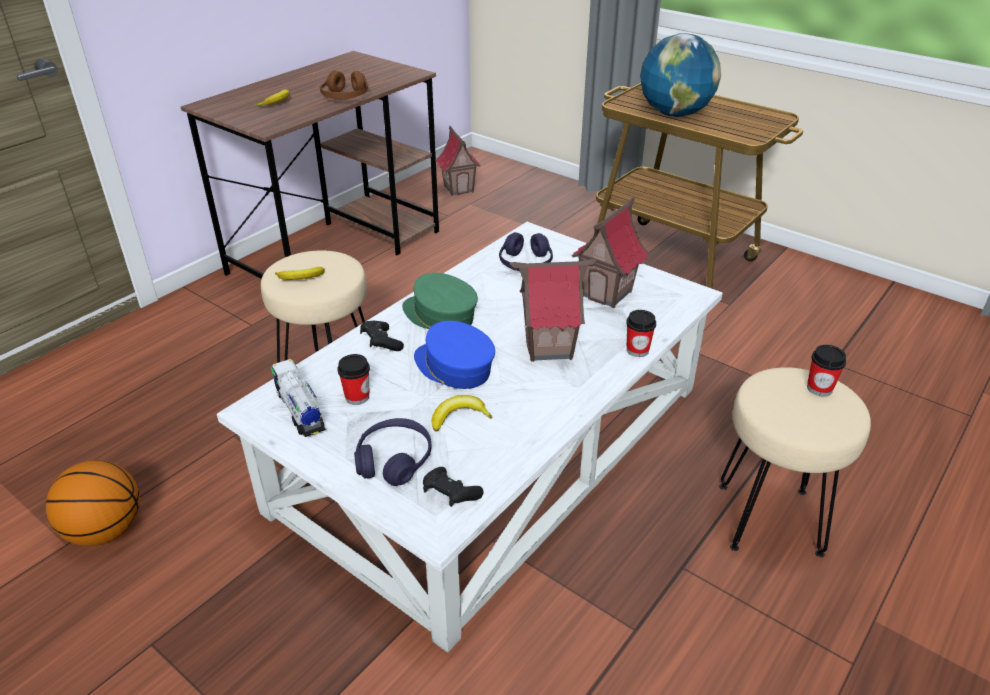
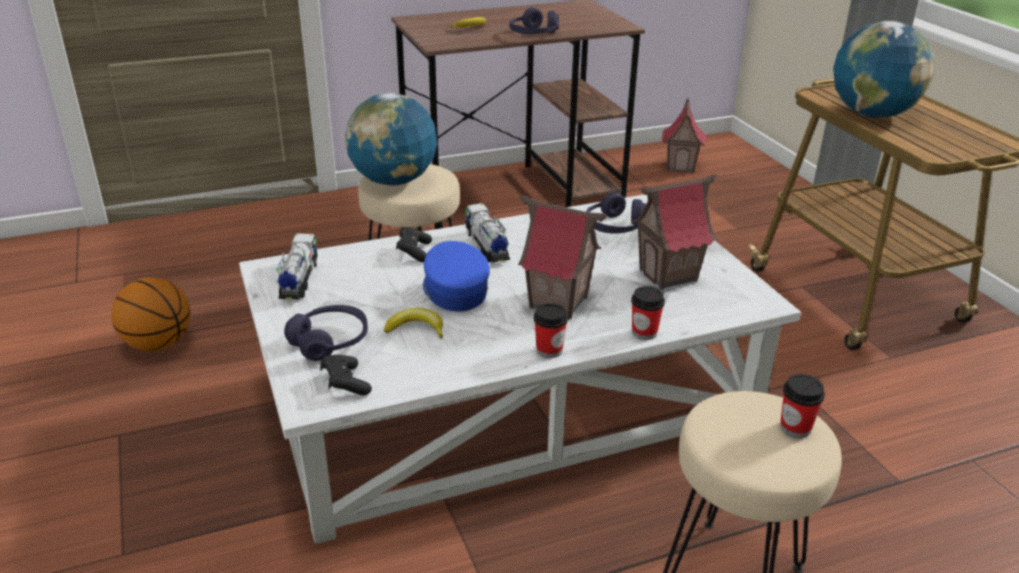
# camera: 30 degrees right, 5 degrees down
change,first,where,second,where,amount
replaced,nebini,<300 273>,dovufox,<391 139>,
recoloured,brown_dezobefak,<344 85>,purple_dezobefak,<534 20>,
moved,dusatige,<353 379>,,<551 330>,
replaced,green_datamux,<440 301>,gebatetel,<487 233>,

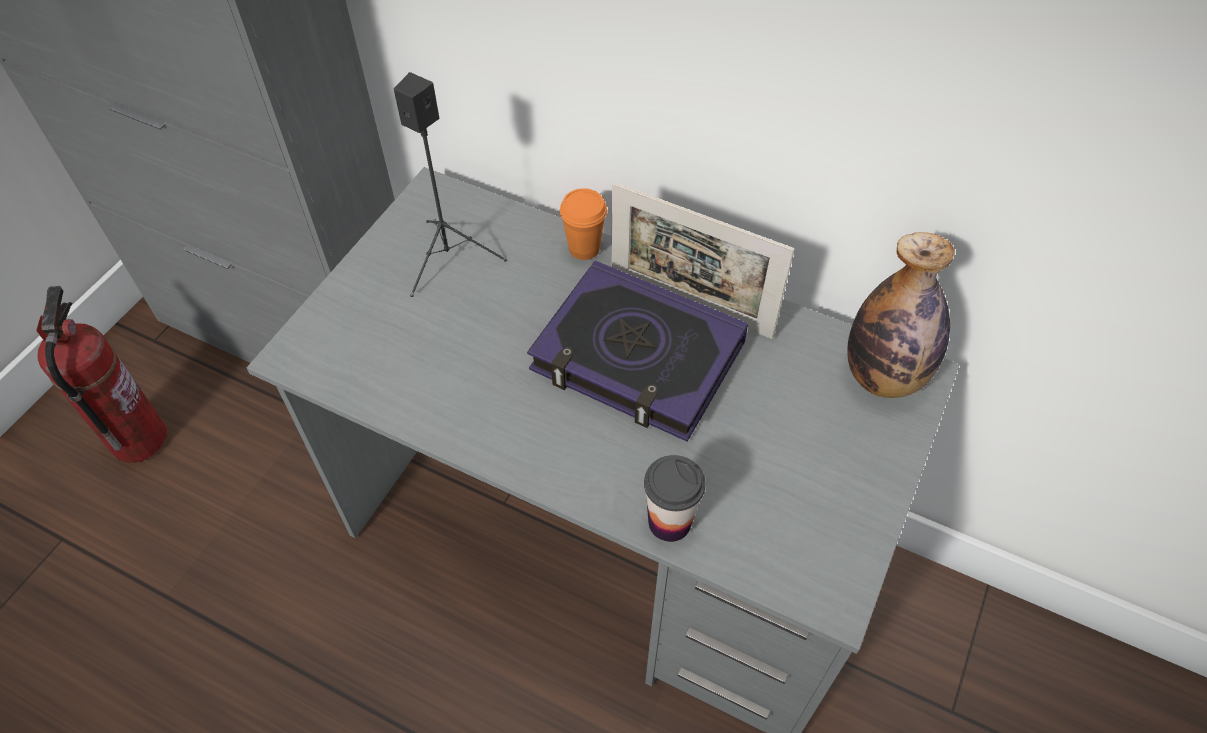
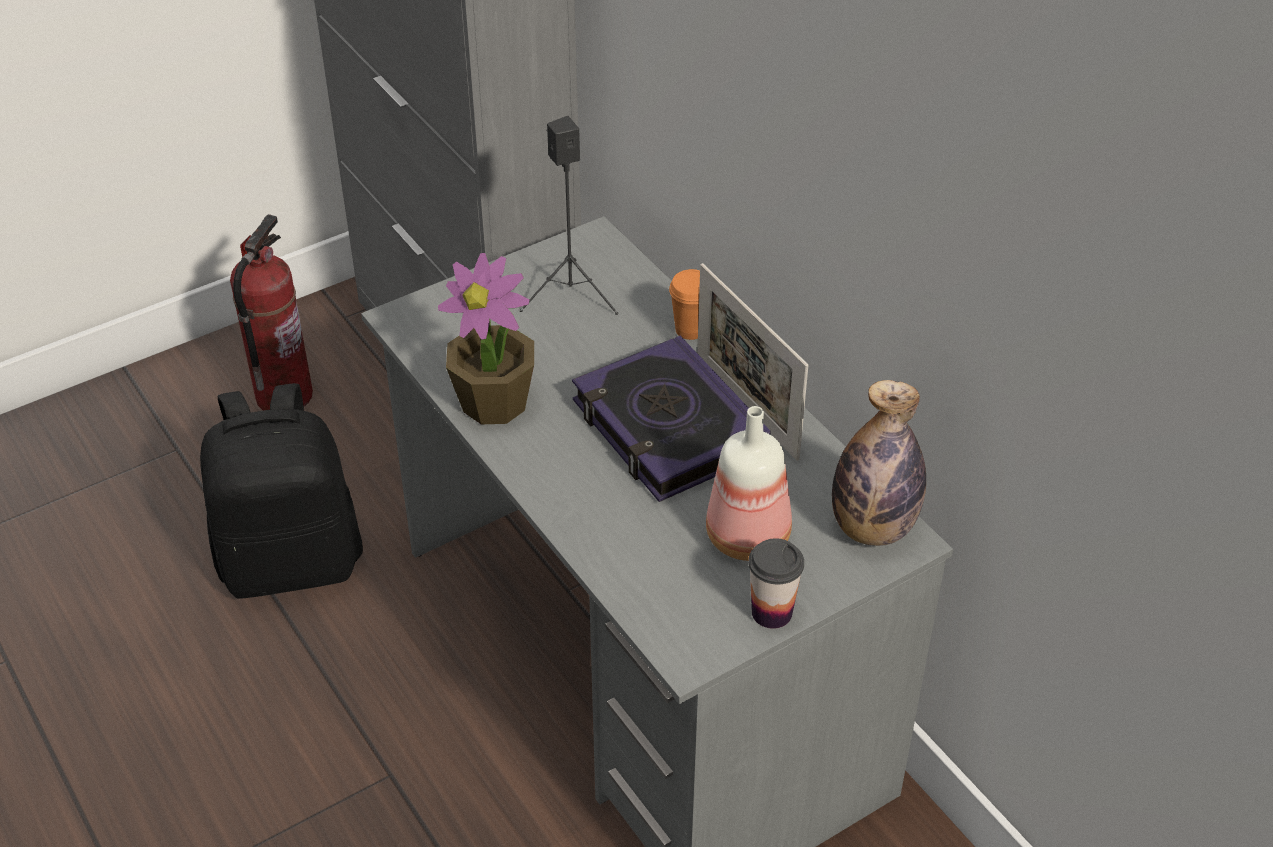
# camera: 30 degrees right, 10 degrees down
change,first,where,second,where,amount
moved,dusatige,<674 498>,,<776 583>,
added,,,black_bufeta,<281 490>,
added,,,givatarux,<486 338>,
added,,,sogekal,<749 483>,

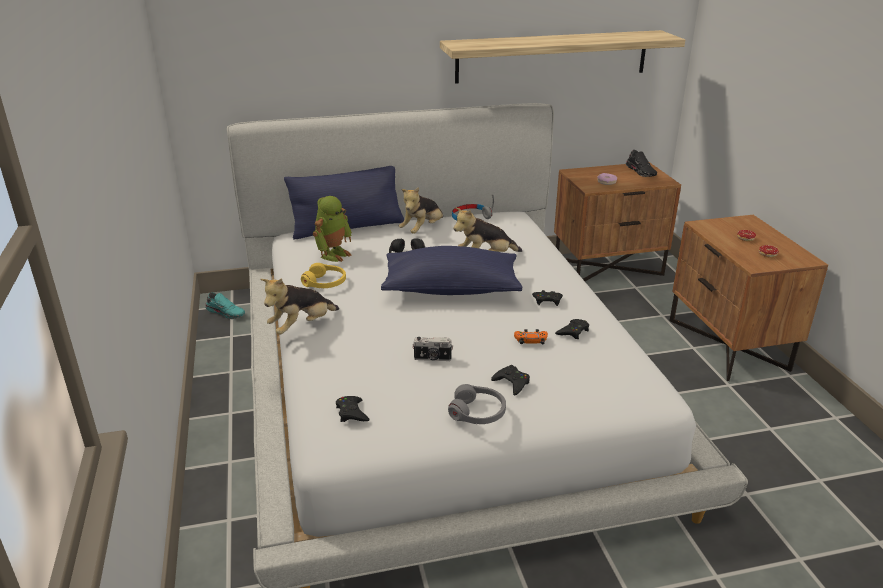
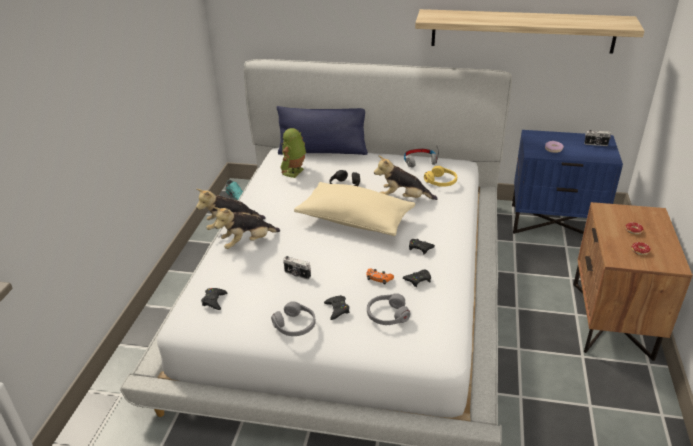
# camera: 25 degrees right, 5 degrees up
change,first,where,second,where,amount
moved,yellow_dezobefak,<323 275>,,<440 176>,
turned,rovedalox,<332 229>,,<293 153>,150 degrees clockwise
recoloured,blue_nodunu,<451 270>,beige_nodunu,<354 209>,
moved,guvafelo,<421 210>,,<246 228>,
recoloured,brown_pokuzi,<617 221>,blue_pokuzi,<567 182>,
replaced,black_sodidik,<641 163>,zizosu,<597 138>,
added,,,grey_dezobefak,<388 309>,

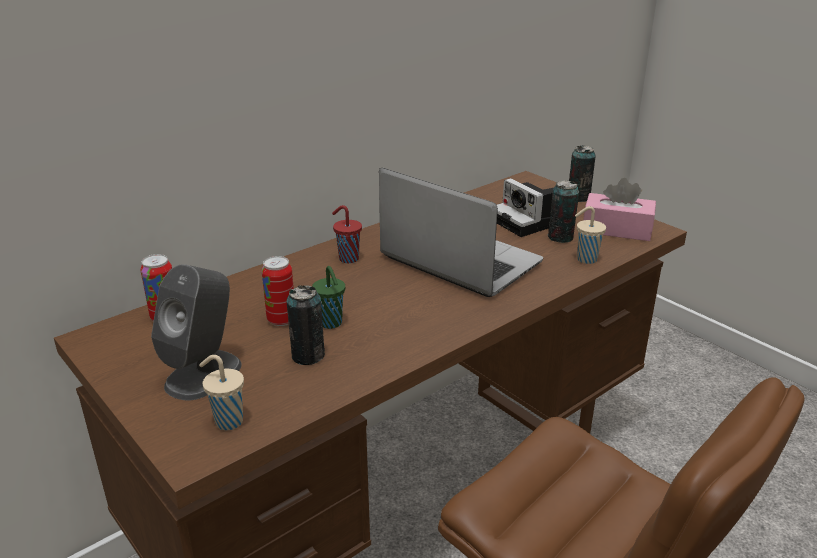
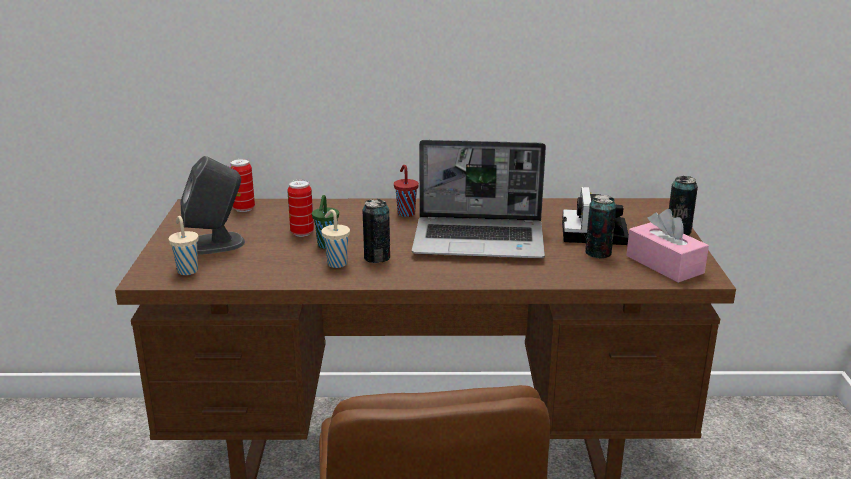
# camera: 40 degrees right, 5 degrees down
change,first,where,second,where,amount
moved,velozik,<306 325>,,<376 231>,
turned,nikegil,<461 232>,,<479 199>,105 degrees clockwise
moved,beige_dusatige,<590 235>,,<335 238>,

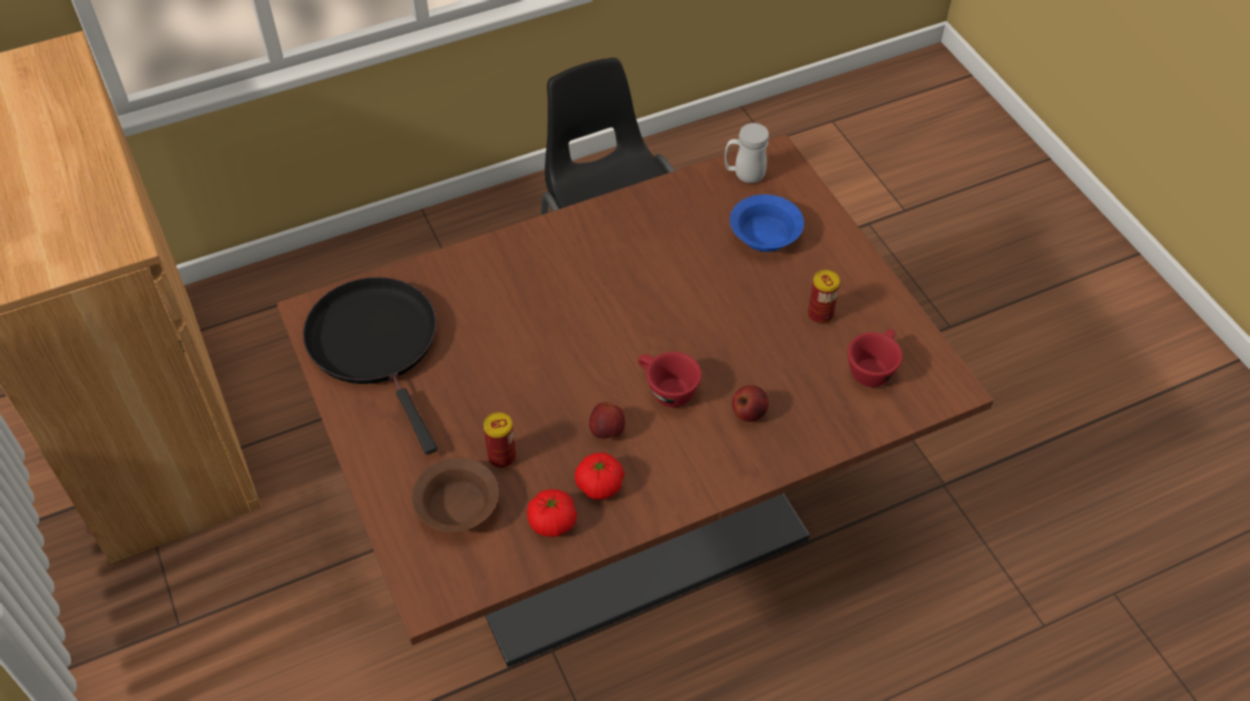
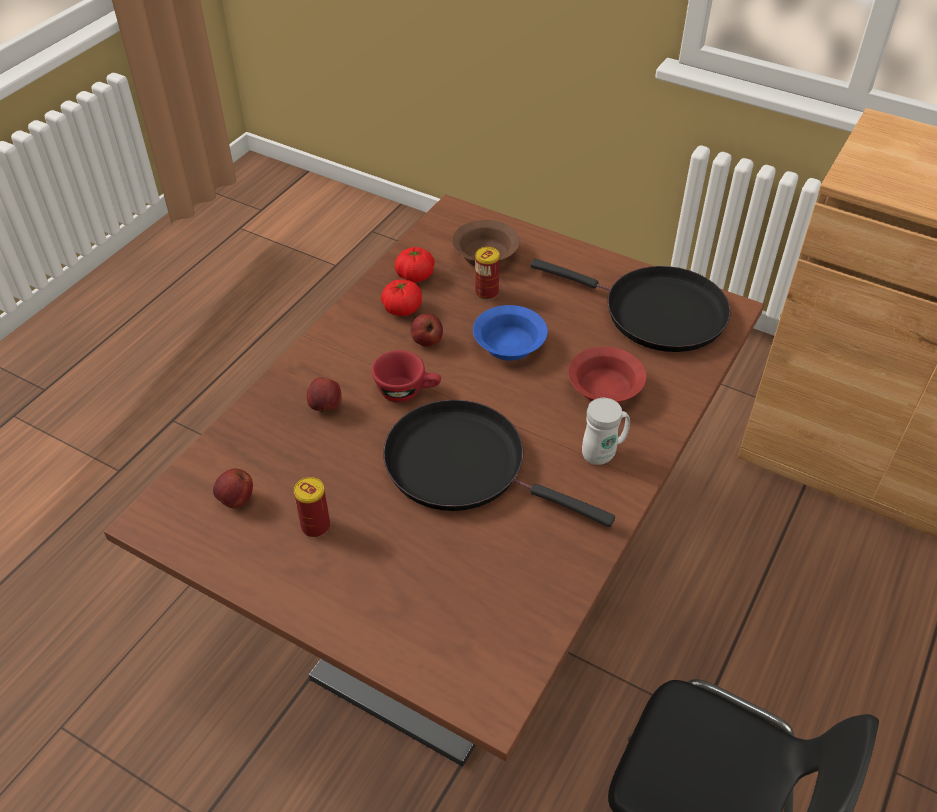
# camera: 145 degrees right, 5 degrees down
change,first,where,second,where,amount
moved,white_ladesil,<747 153>,,<606 431>,
moved,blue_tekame,<767 223>,,<510 333>,
replaced,red_dusatige,<875 358>,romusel,<233 488>,
added,,,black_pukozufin,<499 463>,
added,,,red_tekame,<607 375>,

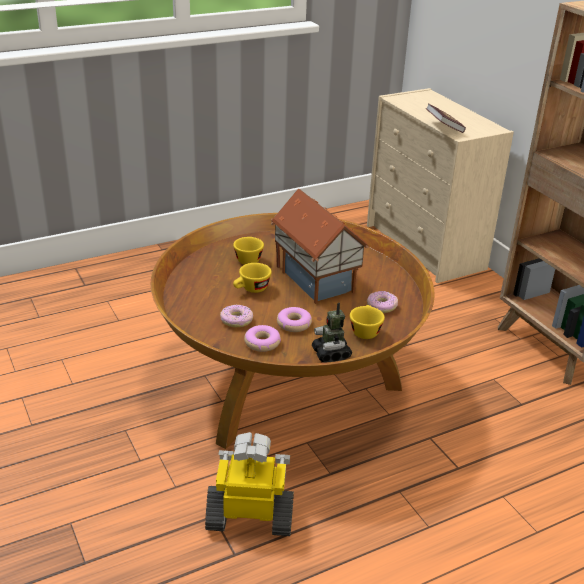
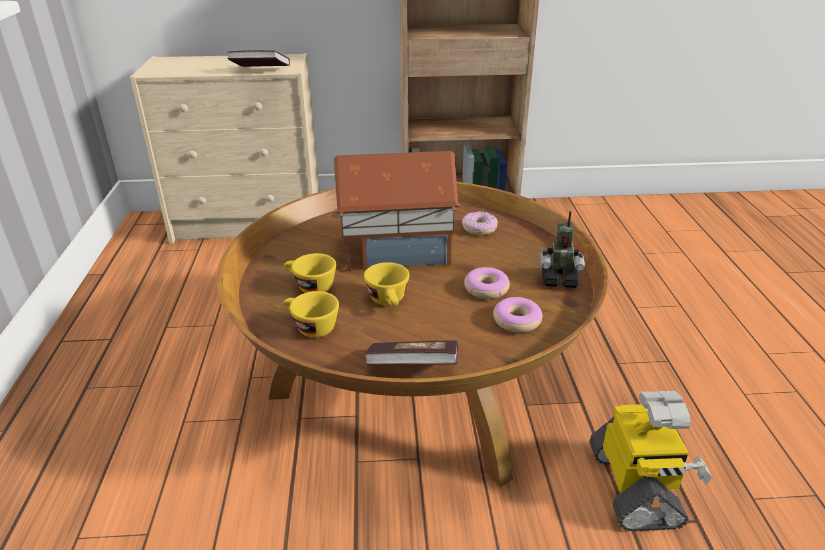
# camera: 65 degrees left, 0 degrees up
change,first,where,second,where,amount
turned,rovedalox,<249 484>,,<650 461>,150 degrees clockwise
removed,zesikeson,<236 316>,,,
moved,yellow_dusatige,<367 322>,,<311 314>,
added,,,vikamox,<411 353>,

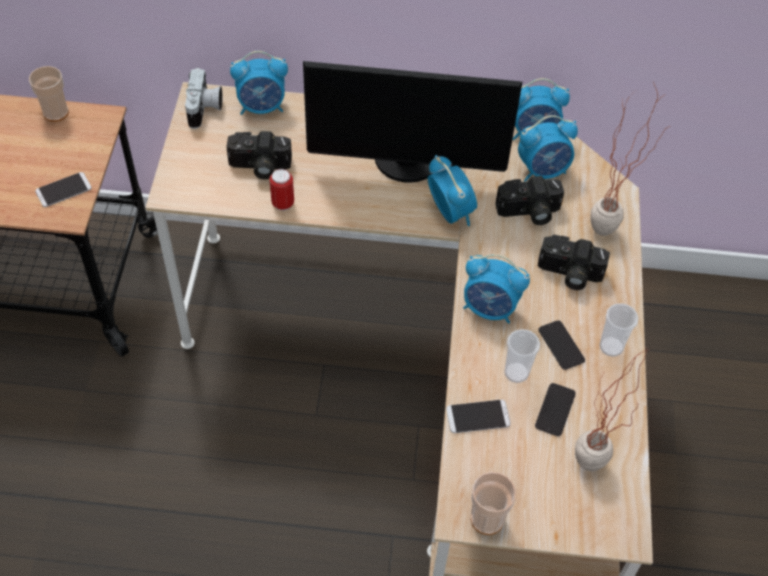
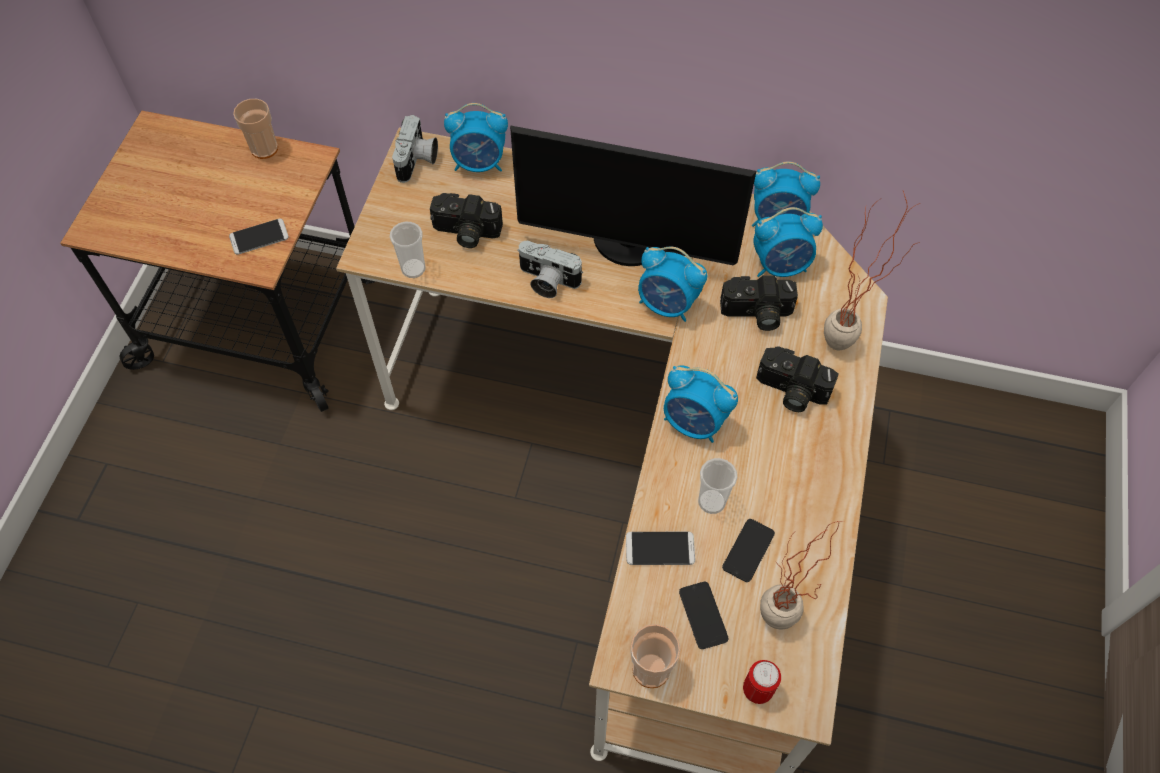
# camera: 10 degrees right, 5 degrees up
change,first,where,second,where,amount
moved,velozik,<282 190>,,<762 682>,
turned,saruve,<452 190>,,<672 284>,135 degrees clockwise
moved,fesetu,<561 345>,,<704 615>,
moved,dusatige,<619 330>,,<408 250>,
added,,,zizosu,<550 269>,

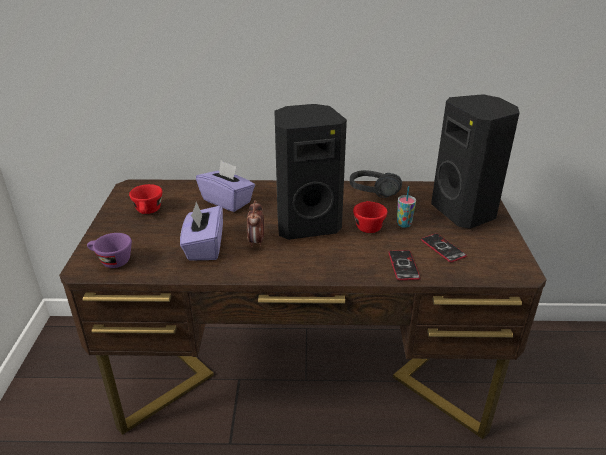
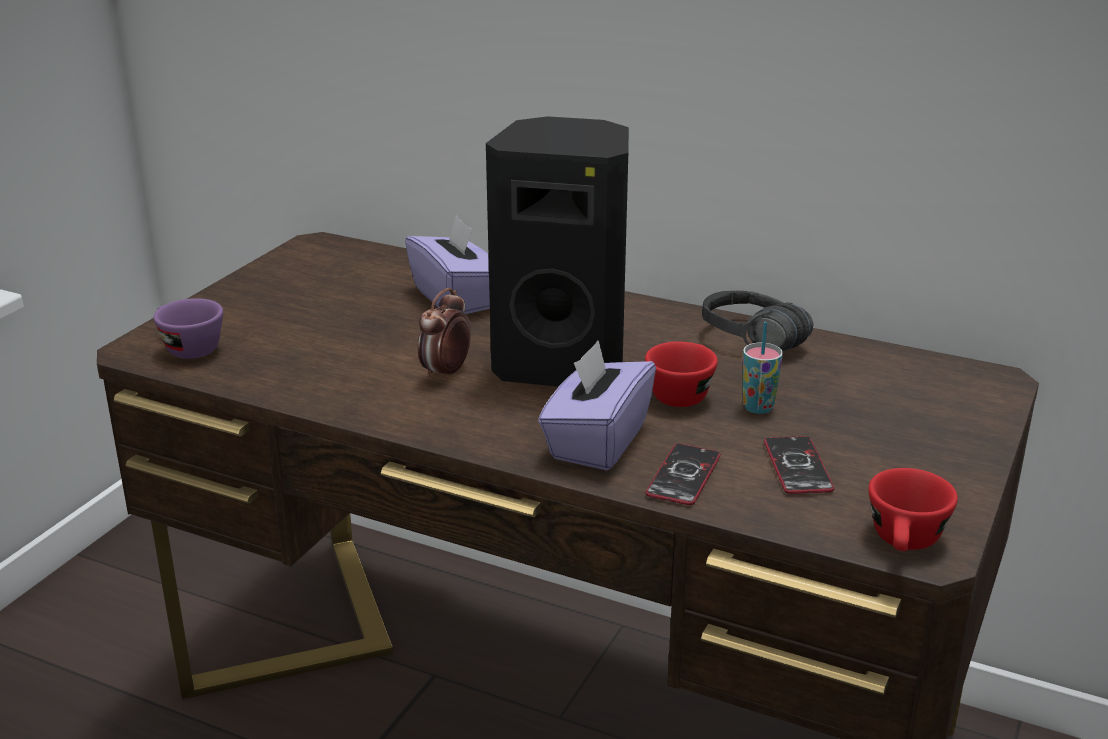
# camera: 25 degrees right, 5 degrees down
change,first,where,second,where,amount
moved,red_dusatige,<145 199>,,<913 509>,
moved,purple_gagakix,<201 231>,,<597 405>,
removed,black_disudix,<475 161>,,,

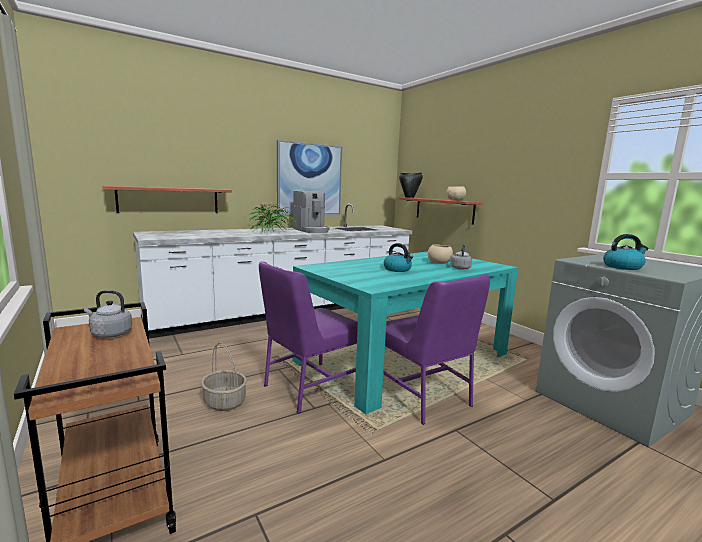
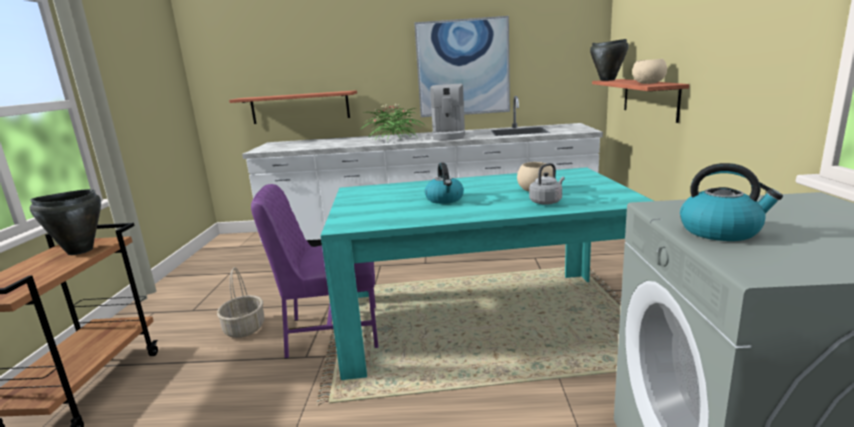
# camera: 35 degrees right, 5 degrees up
change,first,where,second,where,amount
replaced,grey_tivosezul,<108 314>,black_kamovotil,<65 222>,
removed,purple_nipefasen,<436 349>,,,

